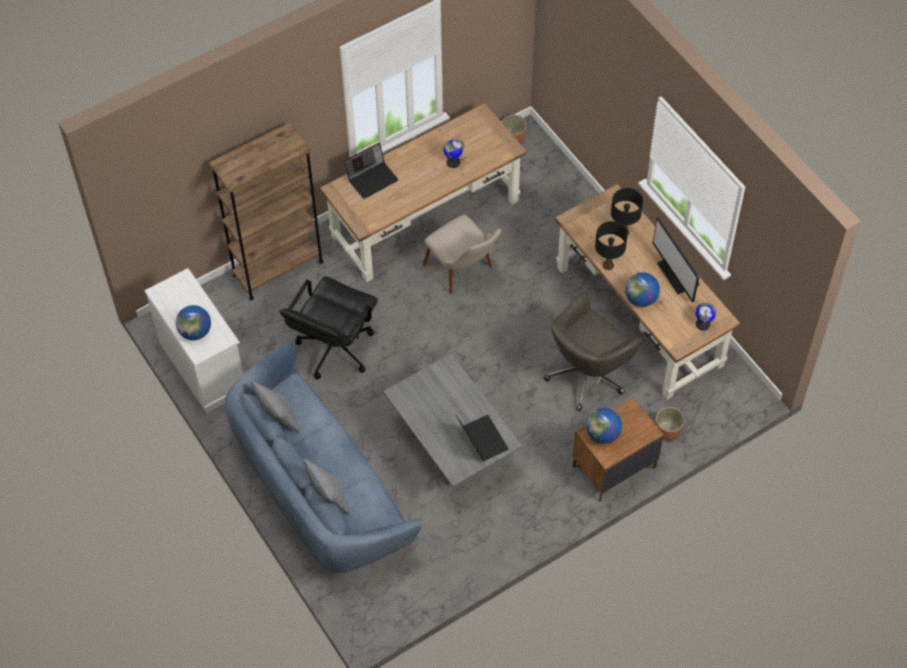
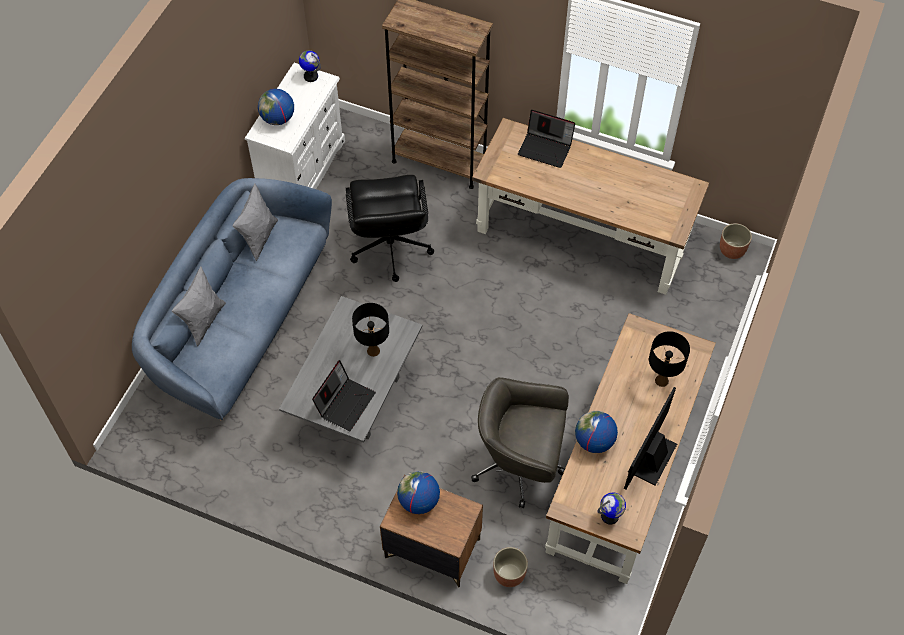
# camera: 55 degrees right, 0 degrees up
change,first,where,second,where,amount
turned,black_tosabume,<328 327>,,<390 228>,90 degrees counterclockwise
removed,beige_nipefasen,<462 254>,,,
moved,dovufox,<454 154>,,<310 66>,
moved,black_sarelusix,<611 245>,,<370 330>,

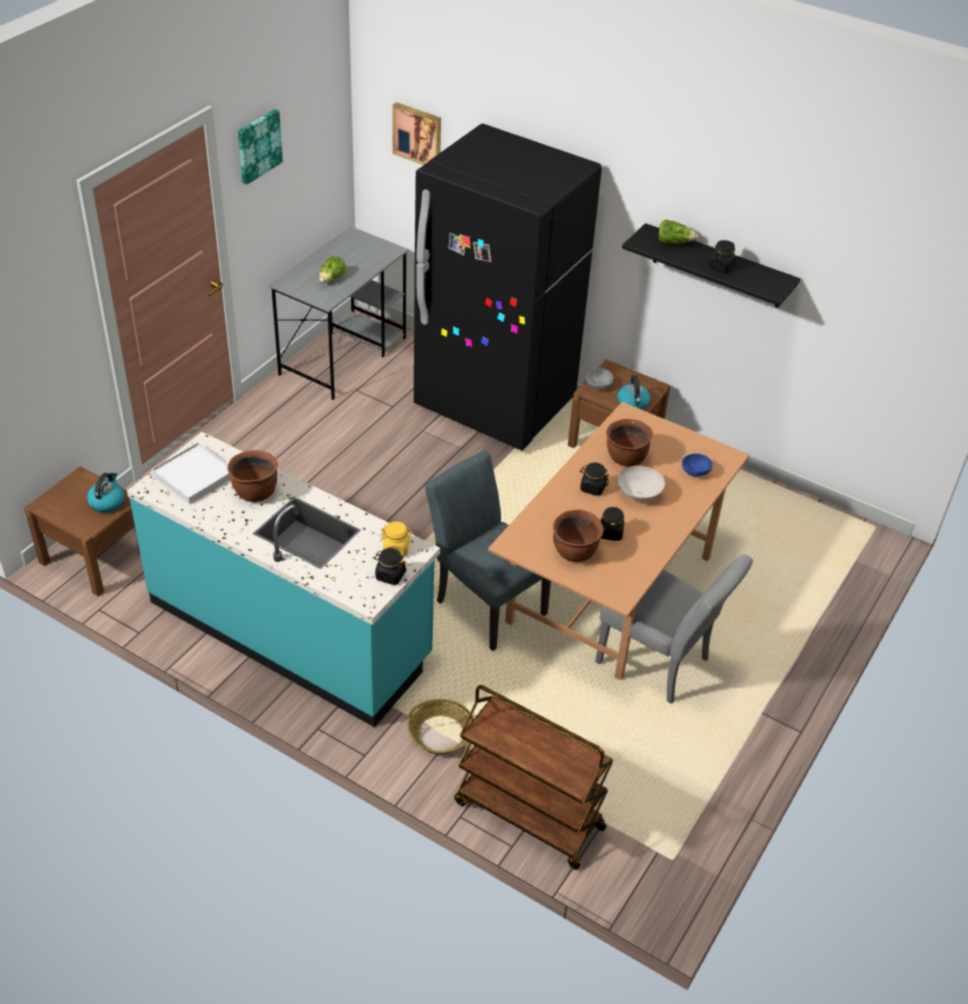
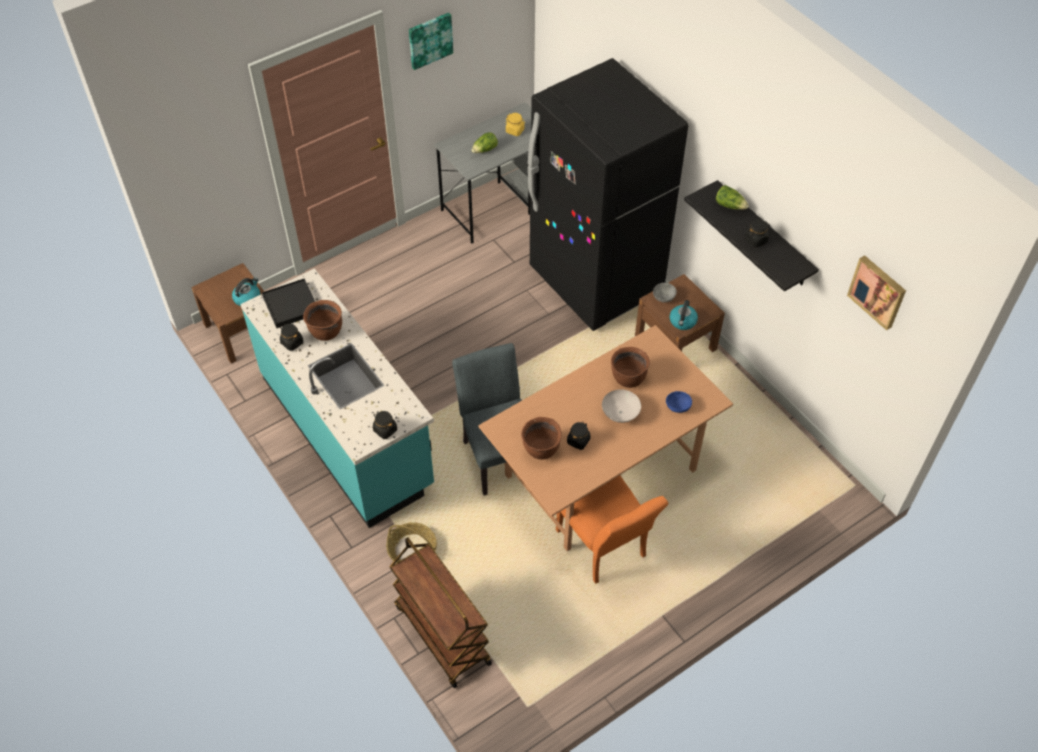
# camera: 25 degrees right, 10 degrees up
change,first,where,second,where,amount
recoloured,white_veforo,<191 473>,black_veforo,<288 303>,
moved,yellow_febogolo,<396 539>,,<515 124>,
moved,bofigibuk,<416 133>,,<876 292>,
moved,black_febogolo,<594 479>,,<291 337>,
recoloured,grey_nipefasen,<674 629>,orange_nipefasen,<612 529>,

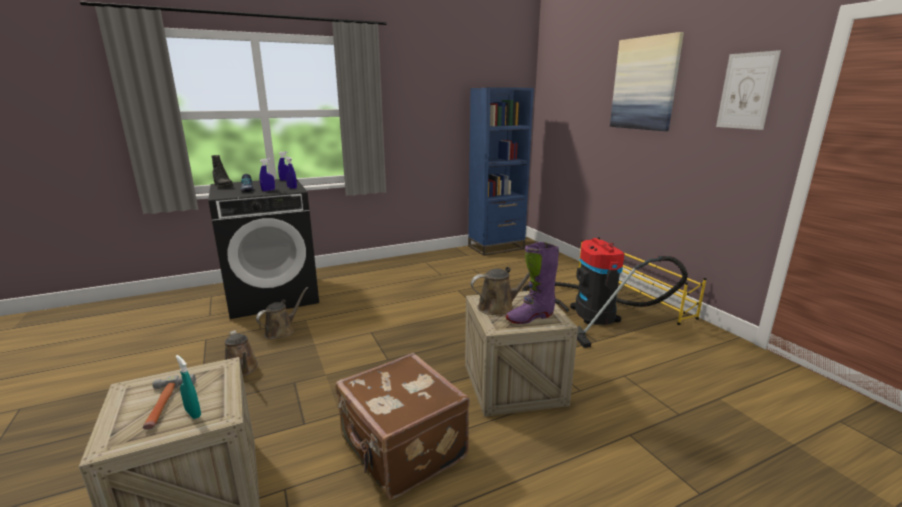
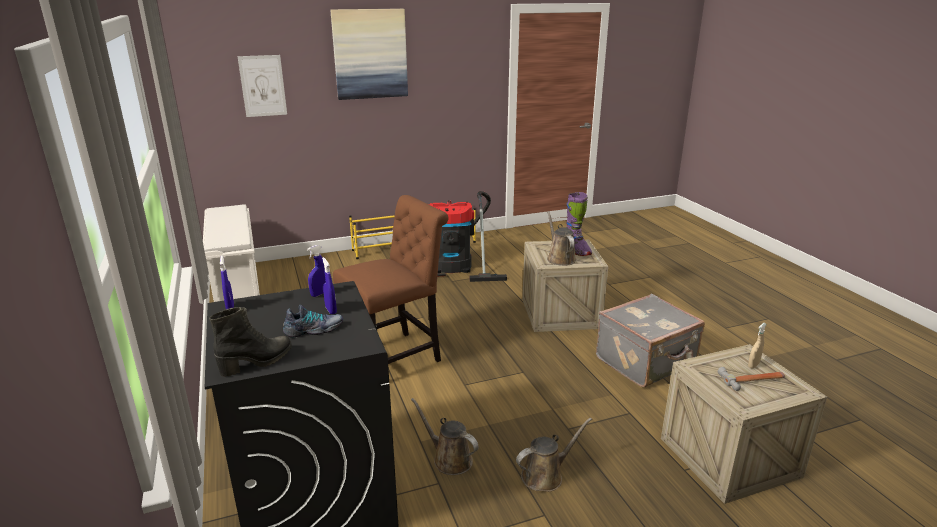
# camera: 85 degrees left, 5 degrees up
change,first,where,second,where,amount
recoloured,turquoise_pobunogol,<188 387>,beige_pobunogol,<757 345>,
recoloured,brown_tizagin,<402 426>,grey_tizagin,<650 340>,
replaced,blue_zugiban,<501 171>,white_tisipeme,<231 253>,
moved,bofigibuk,<748 90>,,<262 86>,
added,,,brown_nipefasen,<390 279>,

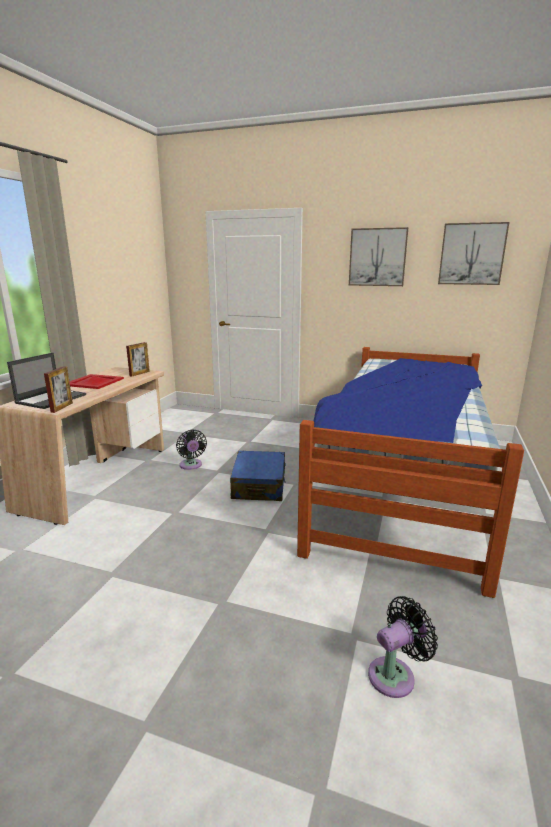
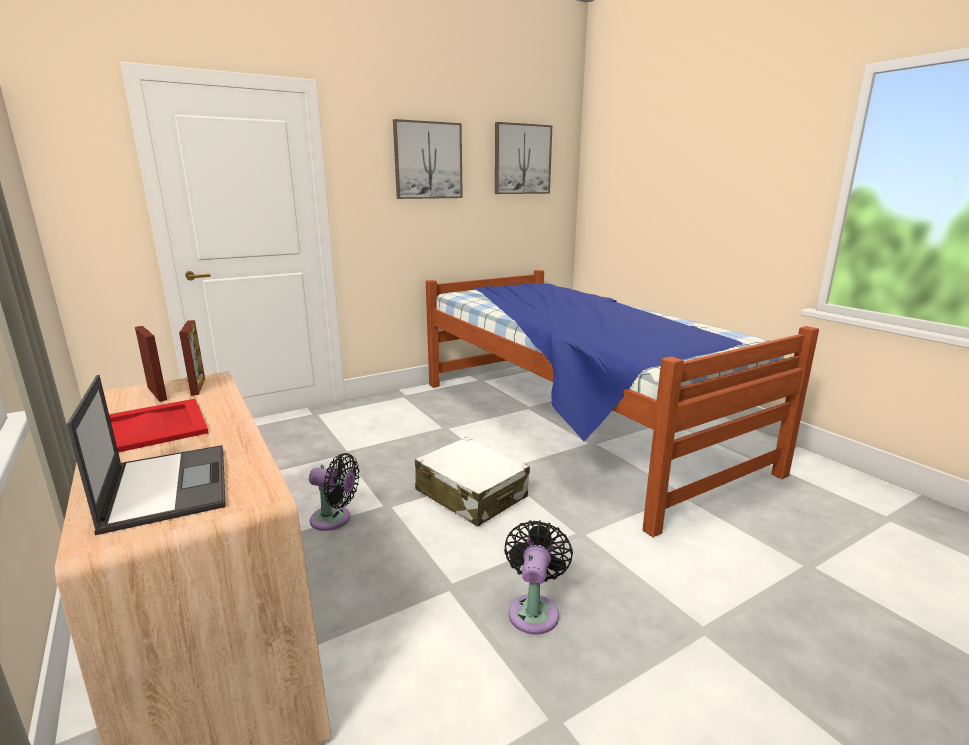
# camera: 50 degrees left, 0 degrees up
change,first,where,second,where,amount
moved,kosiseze,<58 389>,,<151 364>,
recoloured,blue_tizagin,<258 476>,white_tizagin,<472 482>,
moved,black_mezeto,<403 647>,,<538 577>,

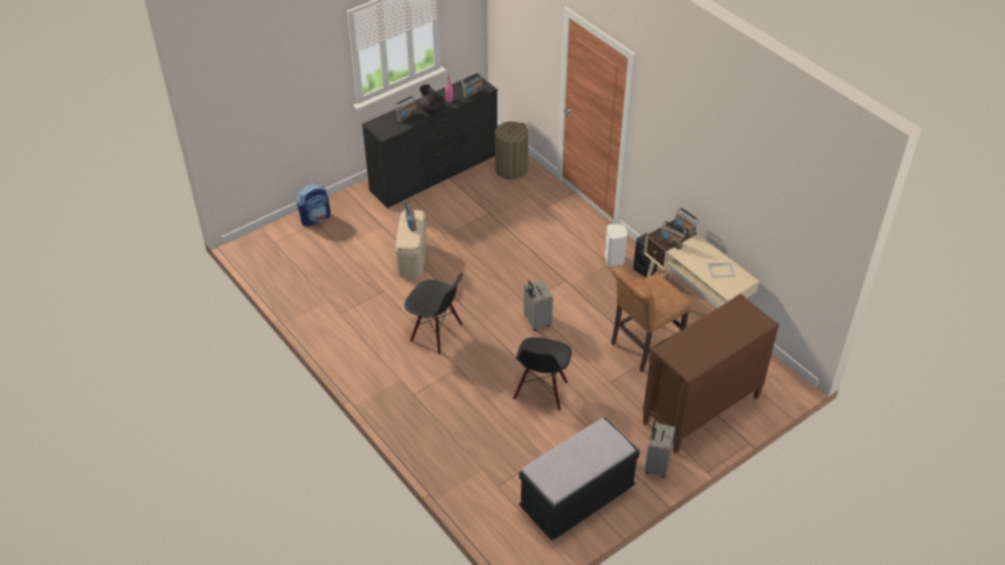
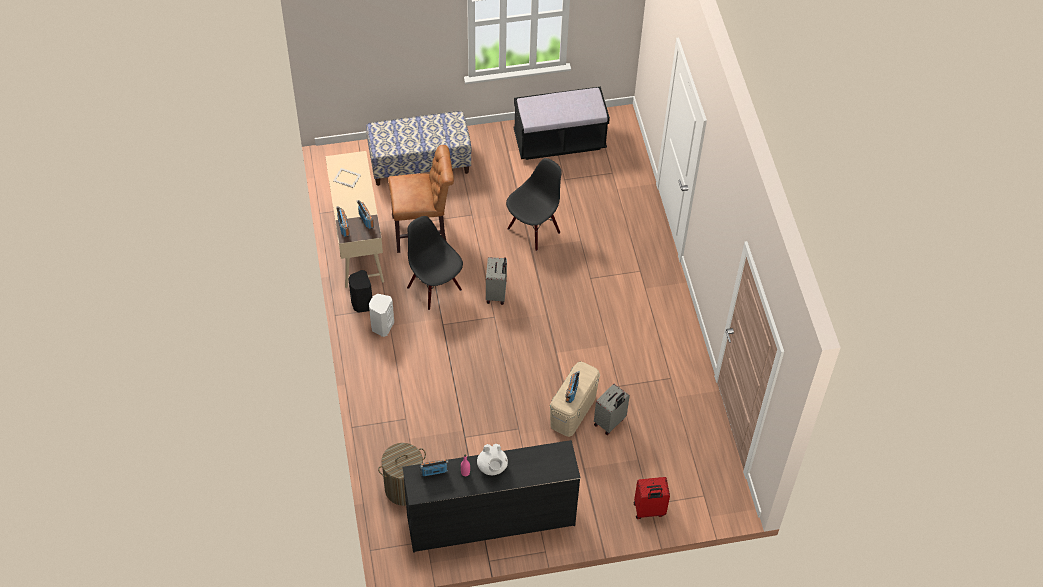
# camera: 155 degrees left, 10 degrees up
change,first,where,second,where,amount
replaced,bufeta,<314 205>,red_tizagin,<652 498>,
removed,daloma,<405 108>,,,
moved,black_nipefasen,<433 314>,,<435 263>,
recoloured,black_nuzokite,<432 98>,white_nuzokite,<492 459>,
replaced,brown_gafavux,<710 374>,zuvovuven,<419 148>,
moved,grey_tizagin,<660 448>,,<612 409>,

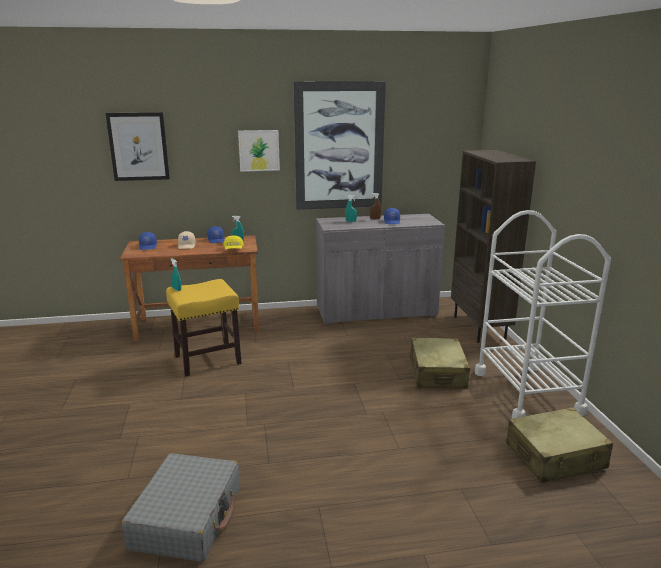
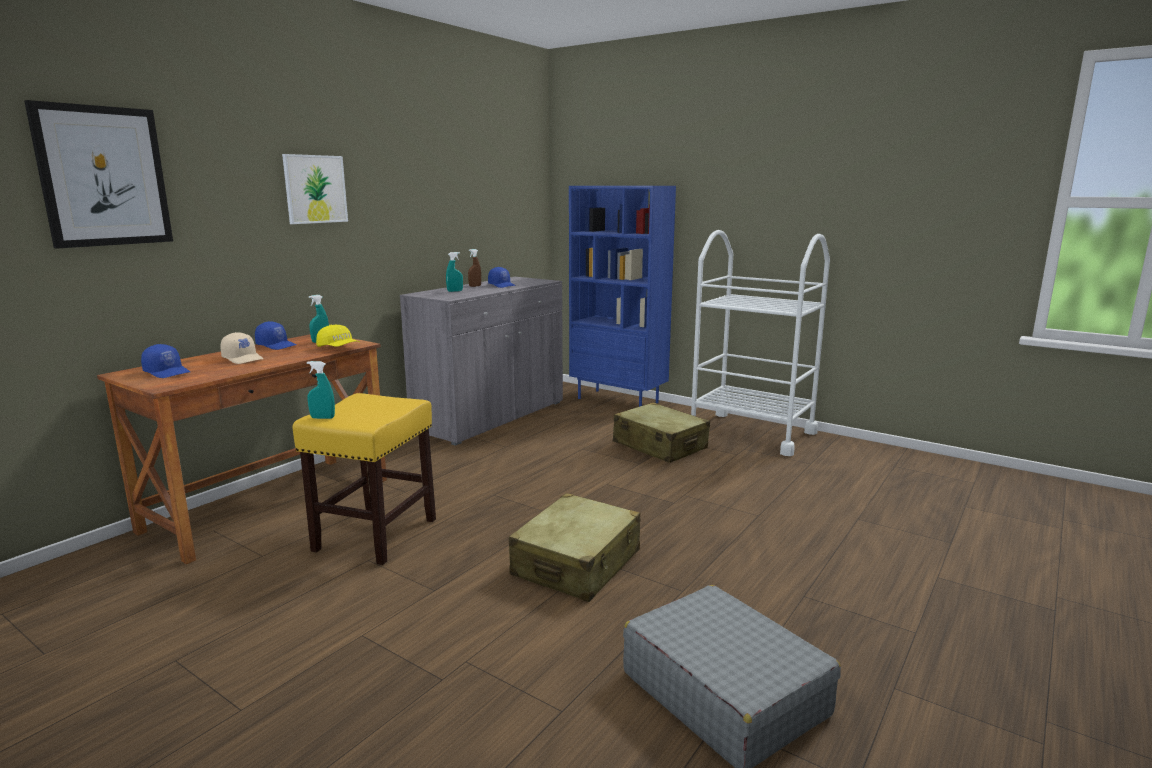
# camera: 45 degrees left, 5 degrees down
change,first,where,second,where,amount
removed,bofigibuk,<340 145>,,,
recoloured,brown_zugiban,<493 246>,blue_zugiban,<622 296>,
moved,beige_tizagin,<559 445>,,<574 547>,

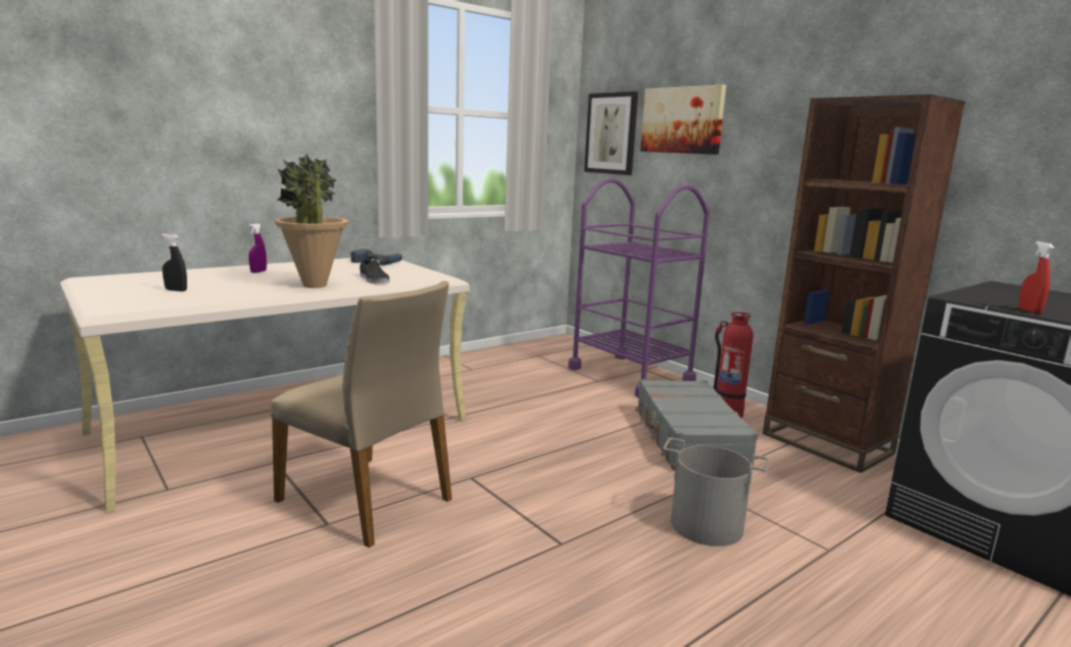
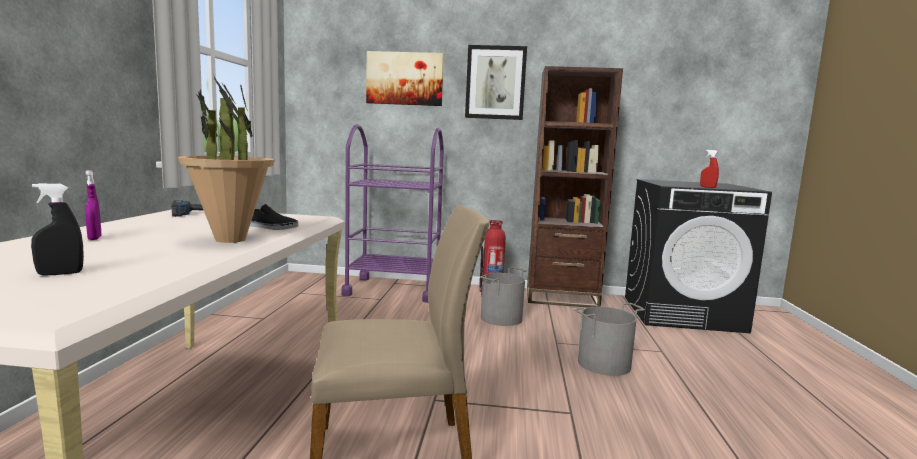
# camera: 45 degrees left, 5 degrees down
change,first,where,second,where,amount
moved,bofigibuk,<611 133>,,<496 82>,
replaced,grey_tizagin,<696 424>,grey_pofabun,<503 296>,

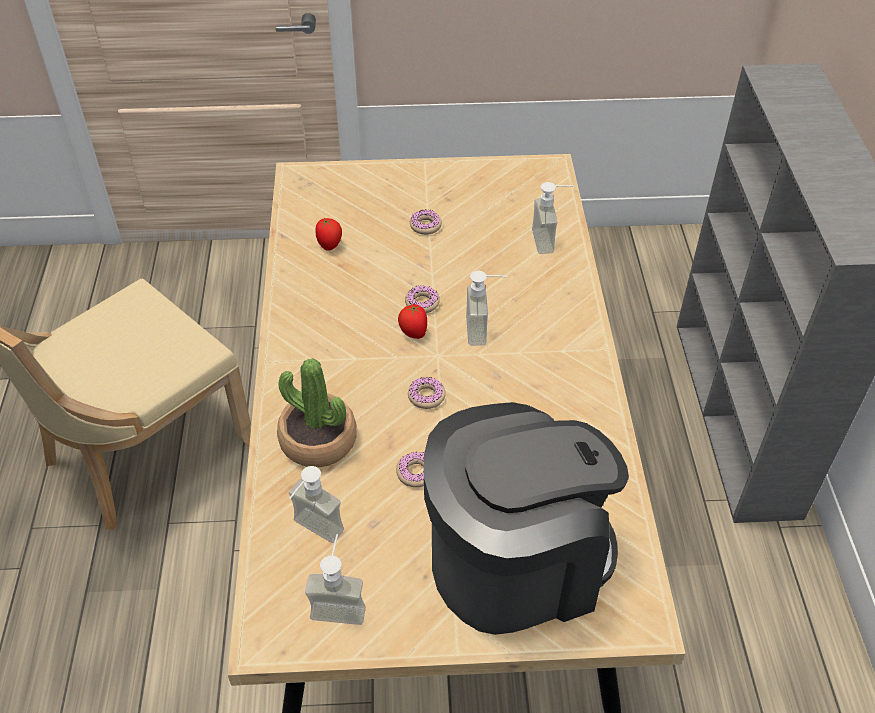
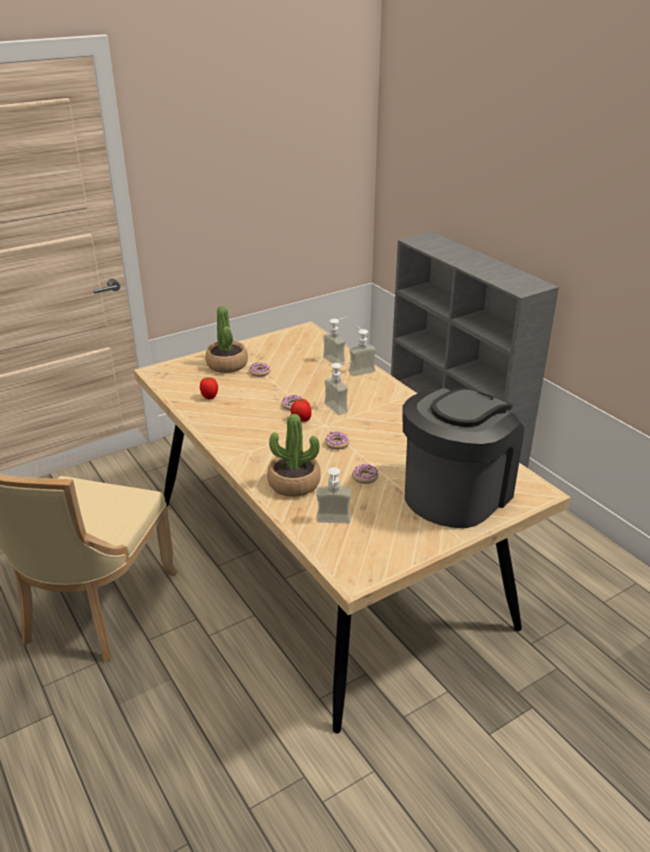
# camera: 30 degrees left, 15 degrees down
change,first,where,second,where,amount
moved,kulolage,<335 579>,,<362 351>,
added,,,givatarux,<226 339>,

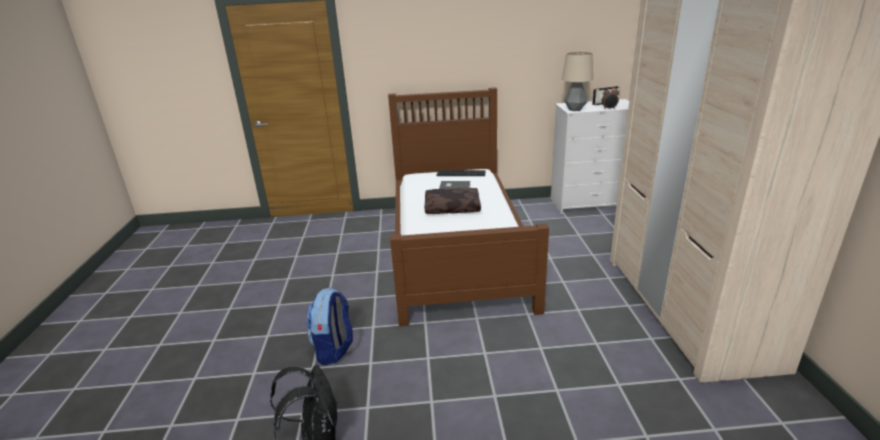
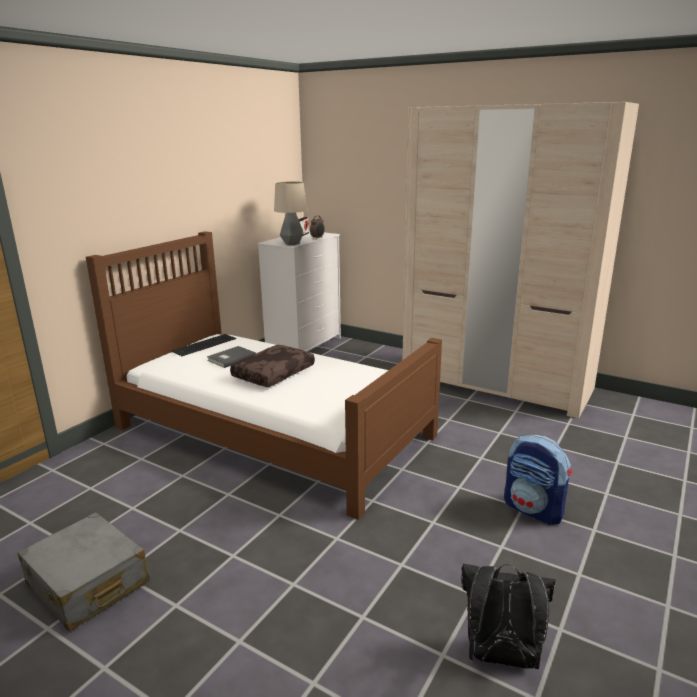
# camera: 55 degrees left, 5 degrees down
change,first,where,second,where,amount
moved,bufeta,<329 326>,,<538 480>,
added,,,grey_tizagin,<83 572>,

